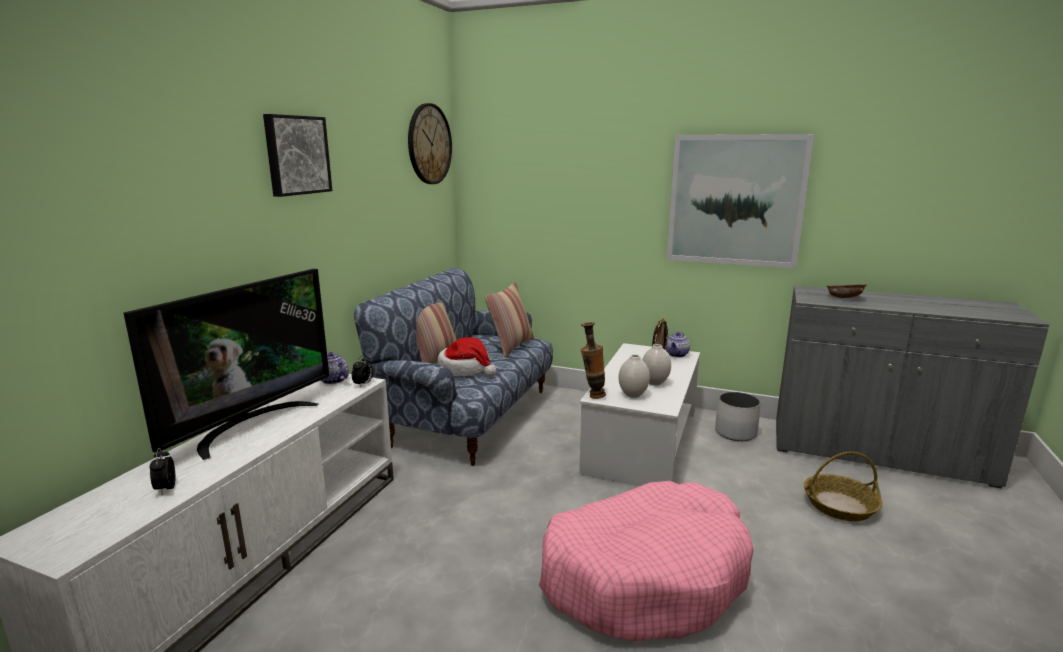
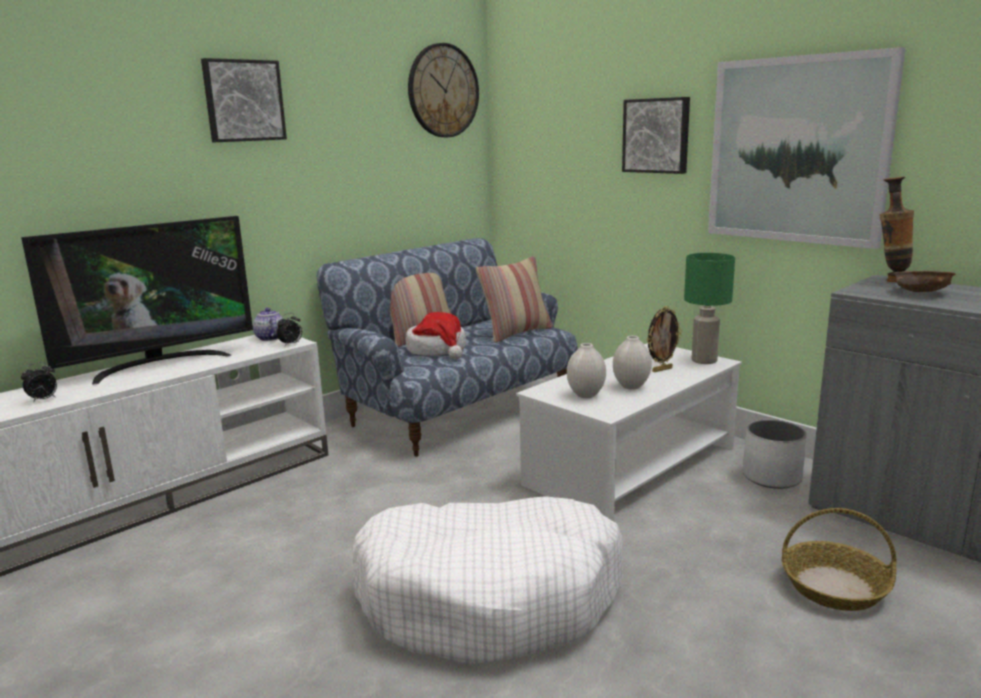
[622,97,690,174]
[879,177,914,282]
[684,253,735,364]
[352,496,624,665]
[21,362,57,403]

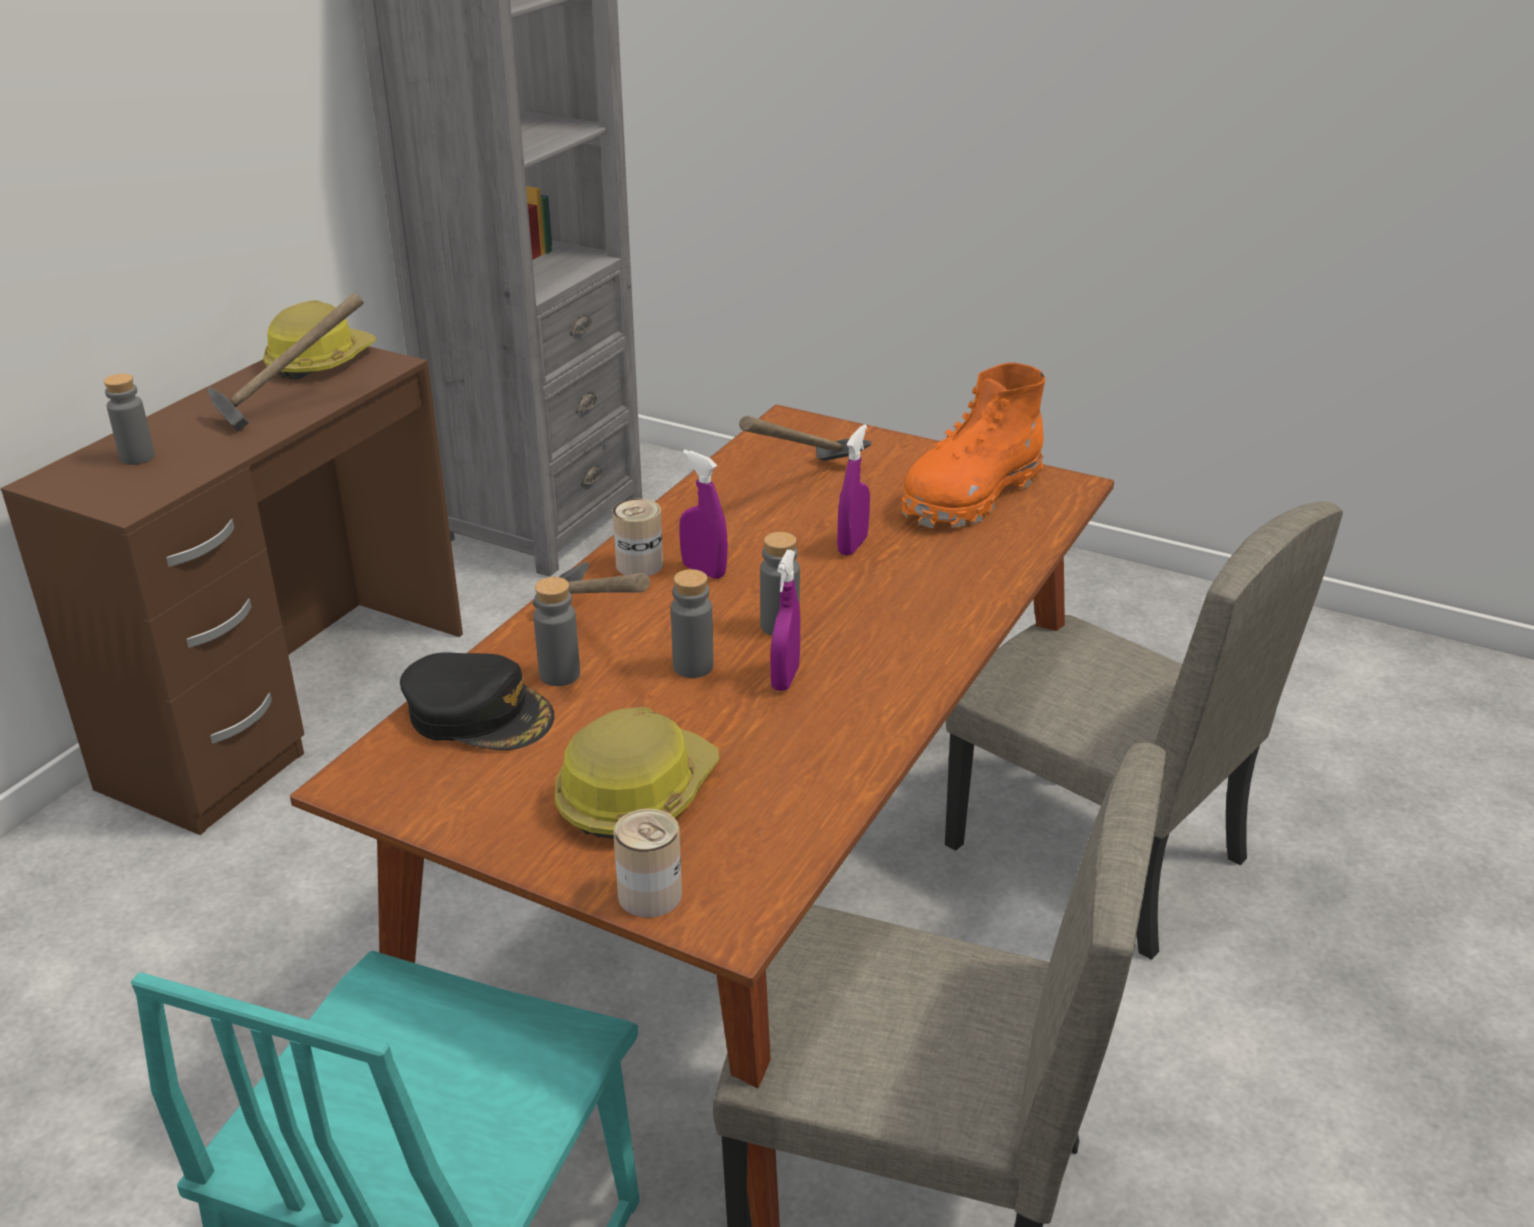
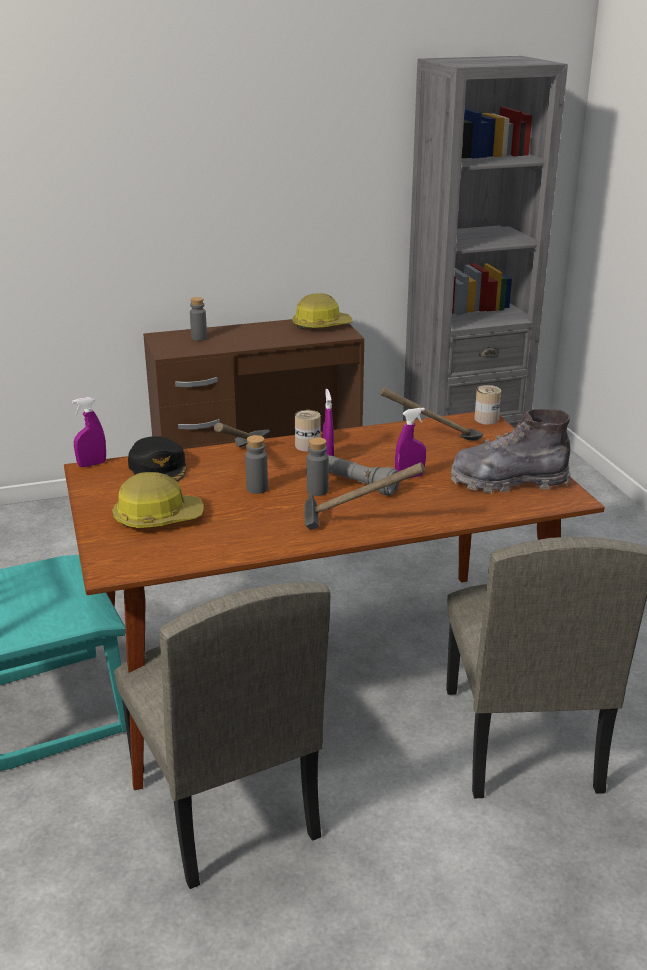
[533,577,580,686] (first image)
[328,455,399,496]
[304,462,425,530]
[474,385,501,425]
[72,397,106,467]
[451,409,571,493]

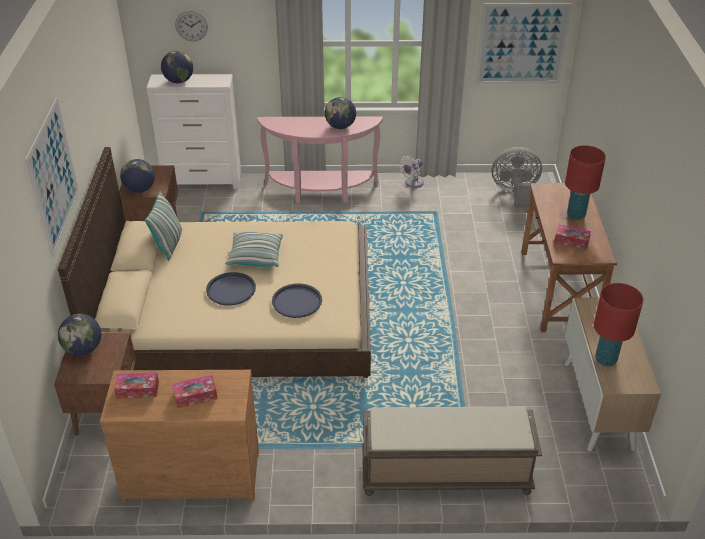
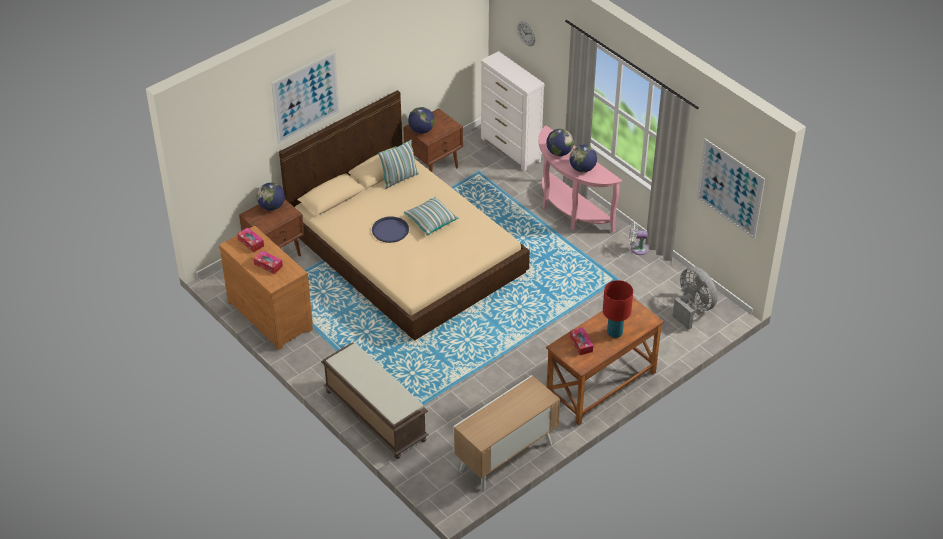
[272,284,322,318] (first image)
[594,283,644,366] (first image)
[546,129,574,156]

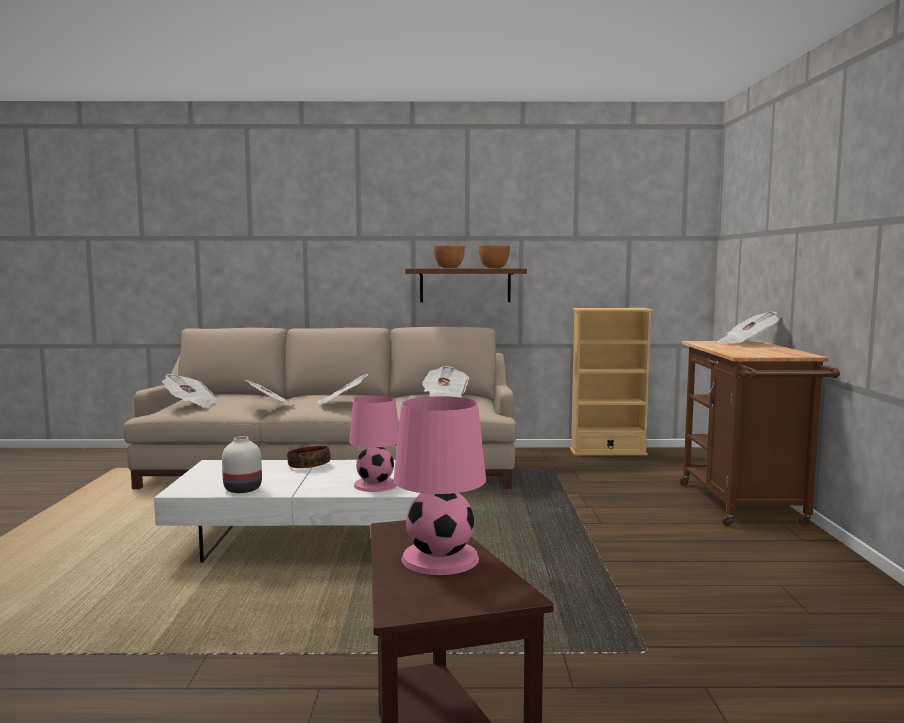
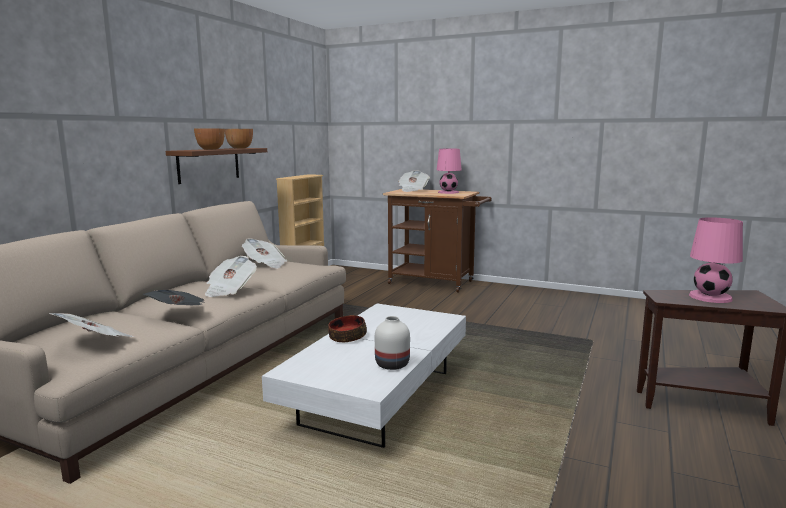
[437,149,462,194]

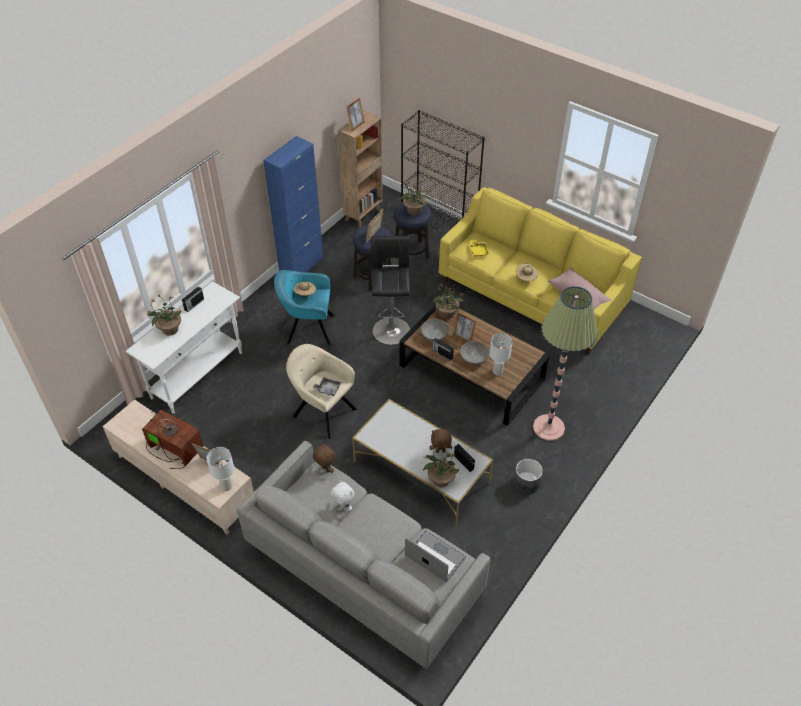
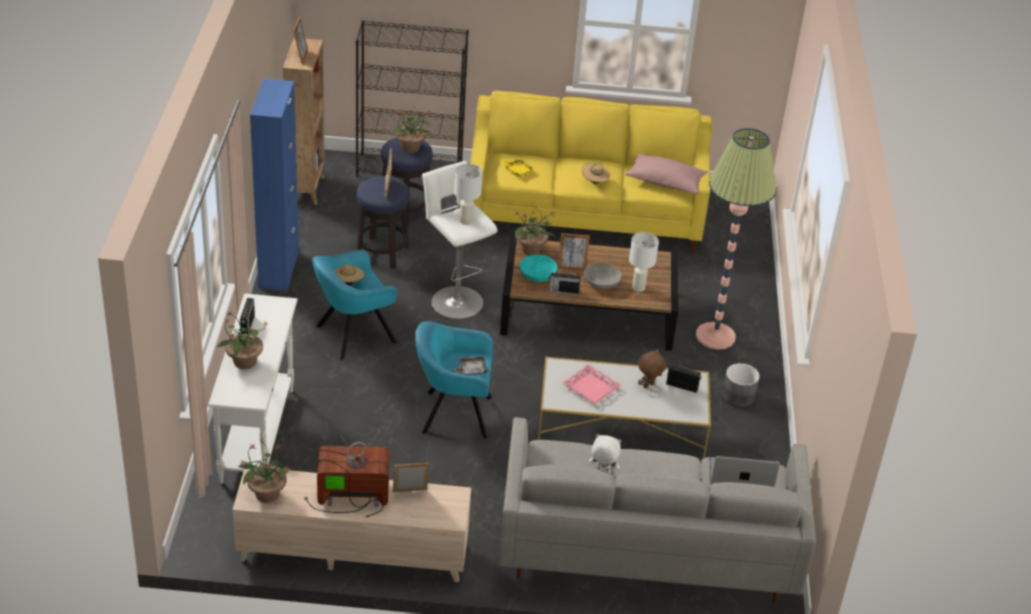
[313,443,336,473] (first image)
[562,364,621,404]
[454,164,483,225]
[238,438,291,503]
[415,321,493,439]
[422,161,498,319]
[520,255,557,282]

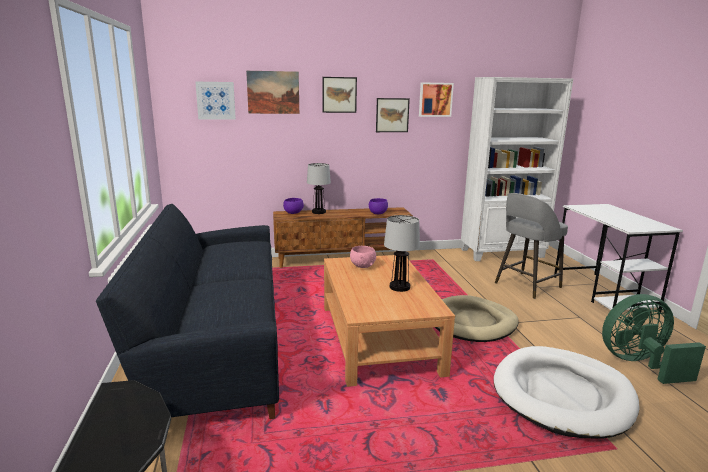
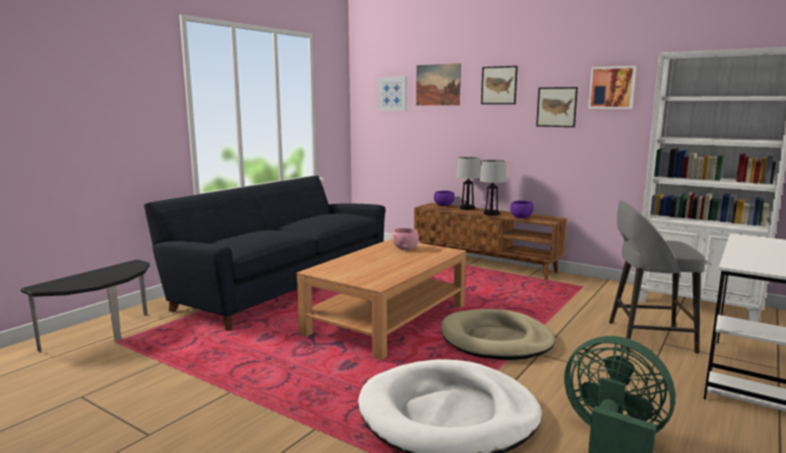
[479,160,506,216]

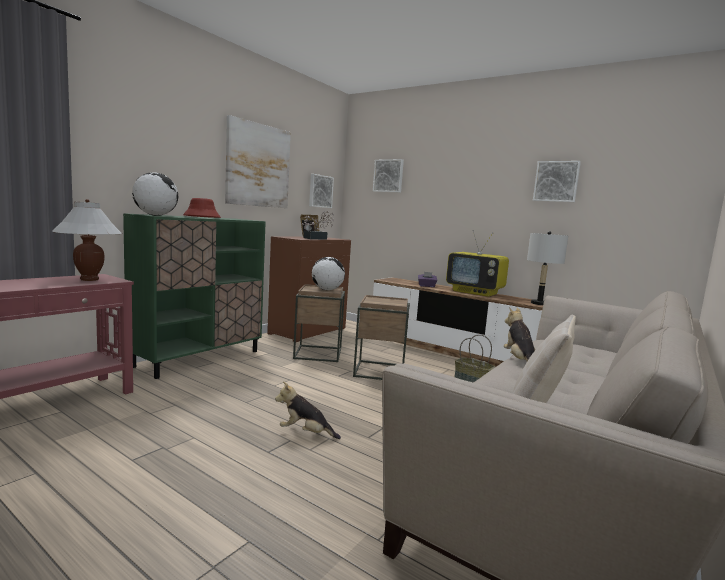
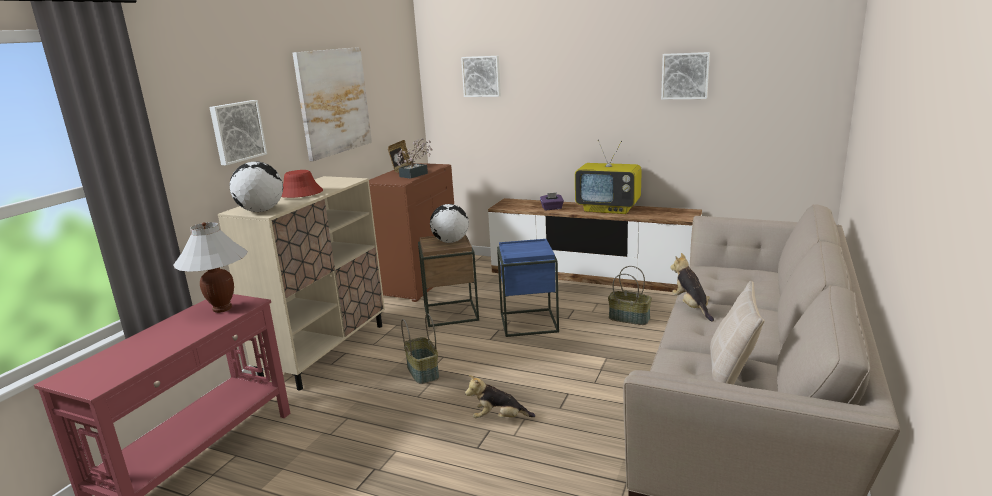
[527,231,568,305] (first image)
[401,313,439,384]
[209,100,267,165]
[218,176,385,390]
[497,239,559,337]

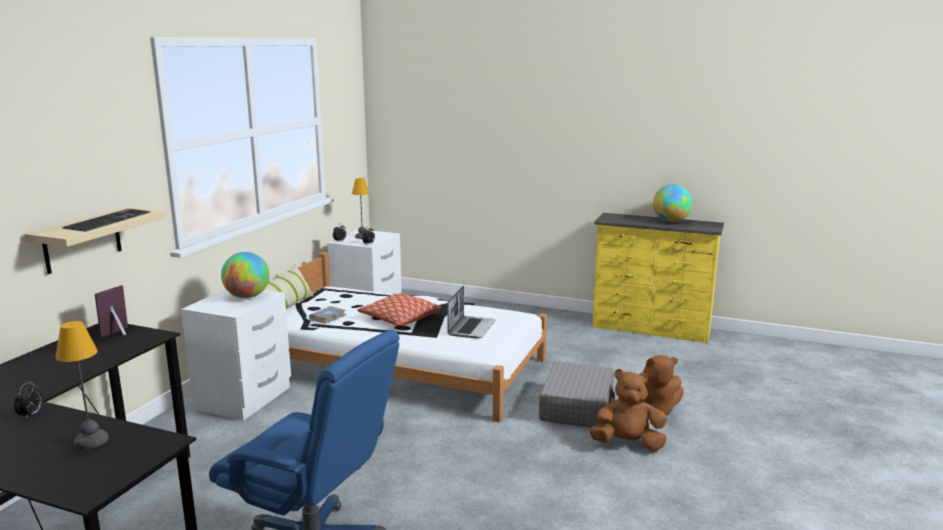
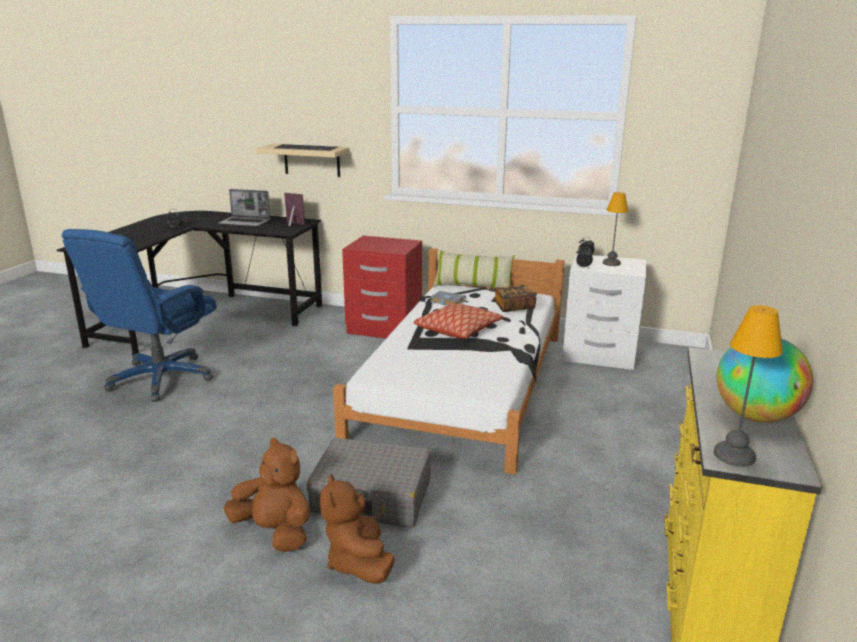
[221,252,270,298] (first image)
[493,285,536,312]
[714,305,783,467]
[218,189,270,227]
[342,236,422,339]
[224,438,310,552]

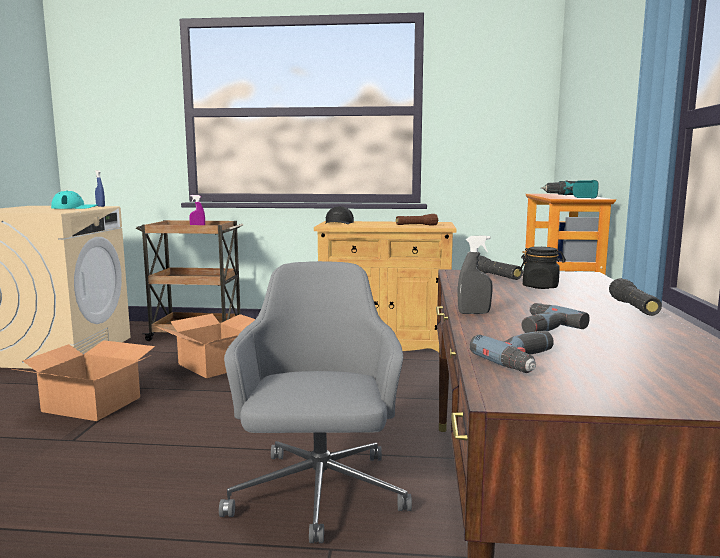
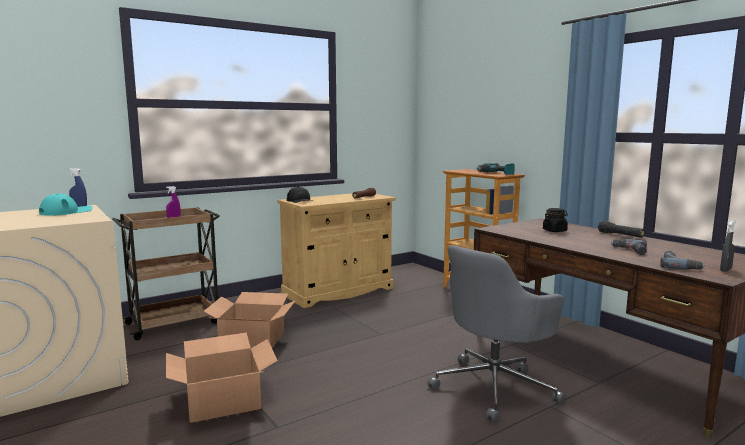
[478,255,523,280] (first image)
[720,221,736,272]
[428,245,565,423]

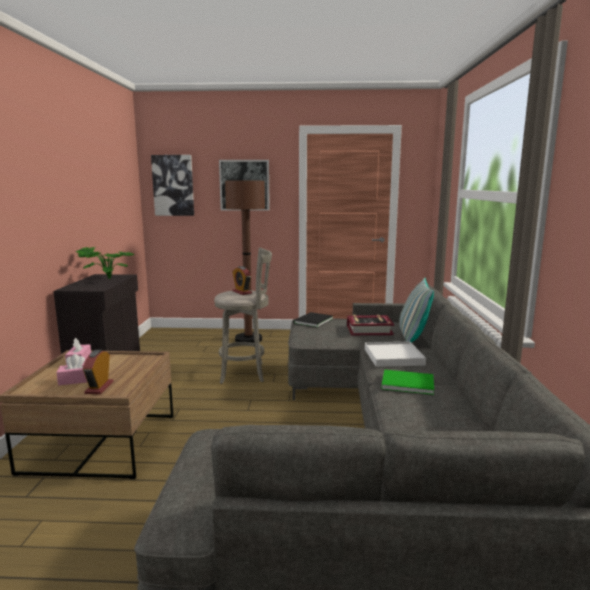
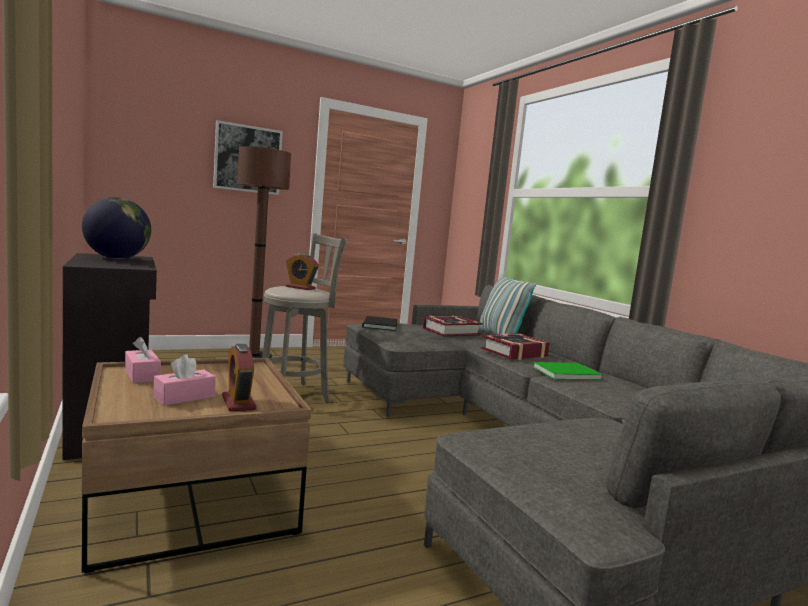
[151,155,194,216] (first image)
[82,197,151,259]
[481,333,550,360]

